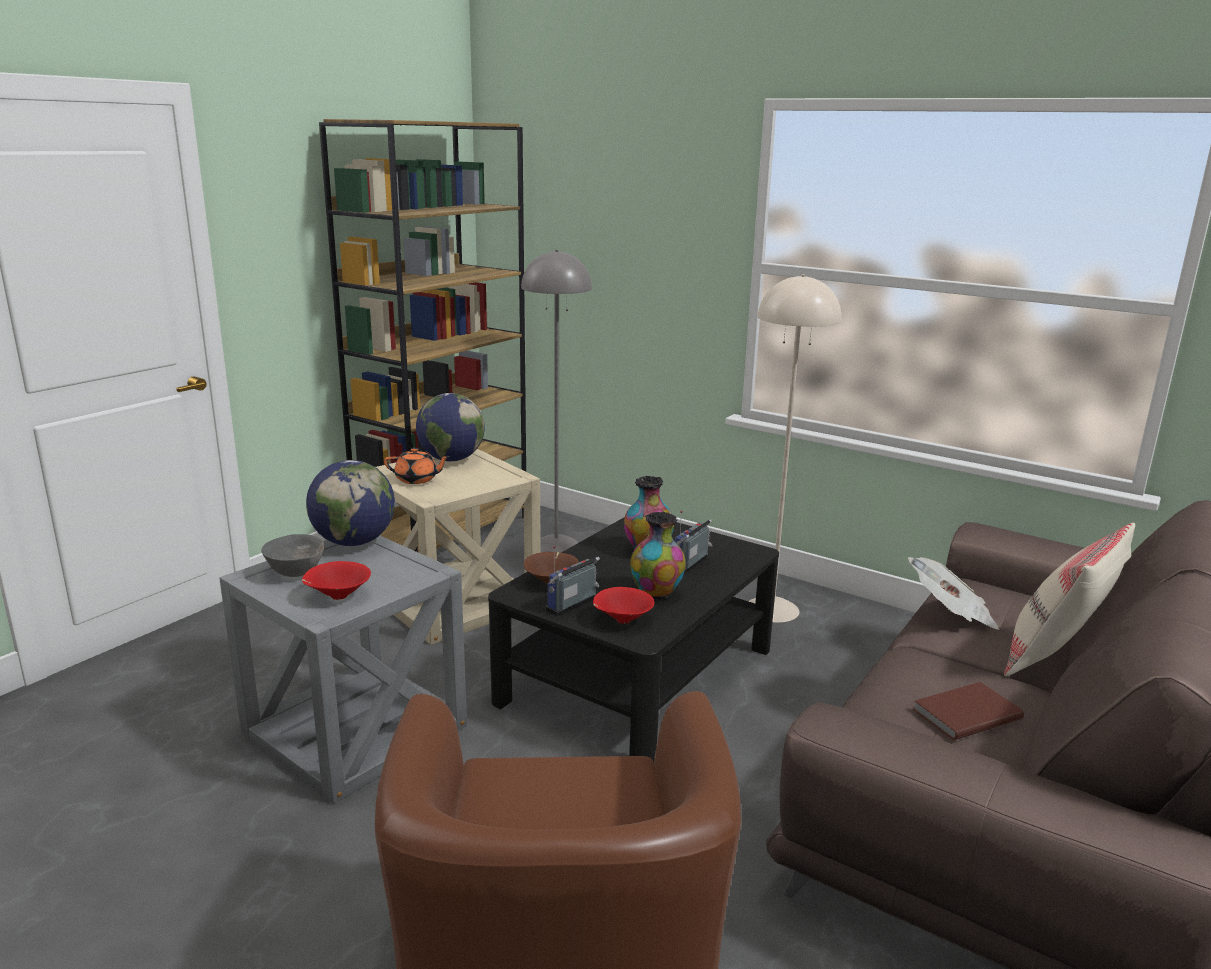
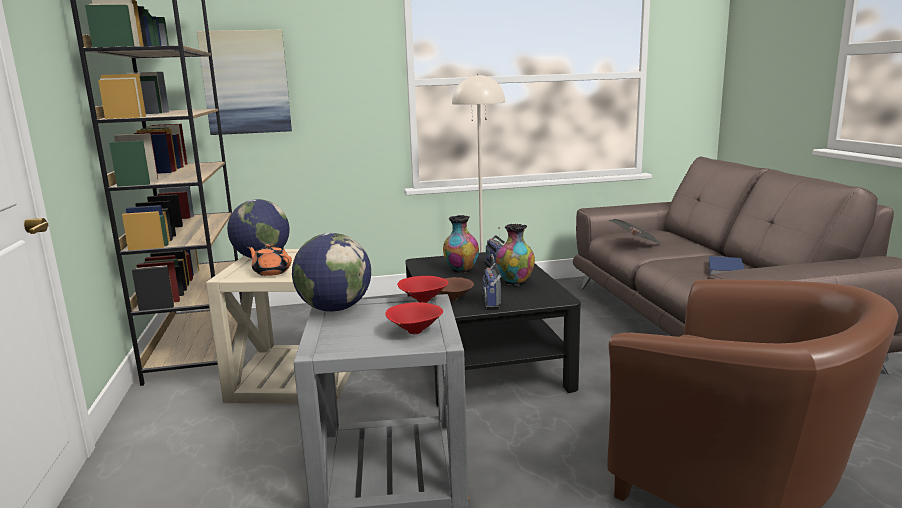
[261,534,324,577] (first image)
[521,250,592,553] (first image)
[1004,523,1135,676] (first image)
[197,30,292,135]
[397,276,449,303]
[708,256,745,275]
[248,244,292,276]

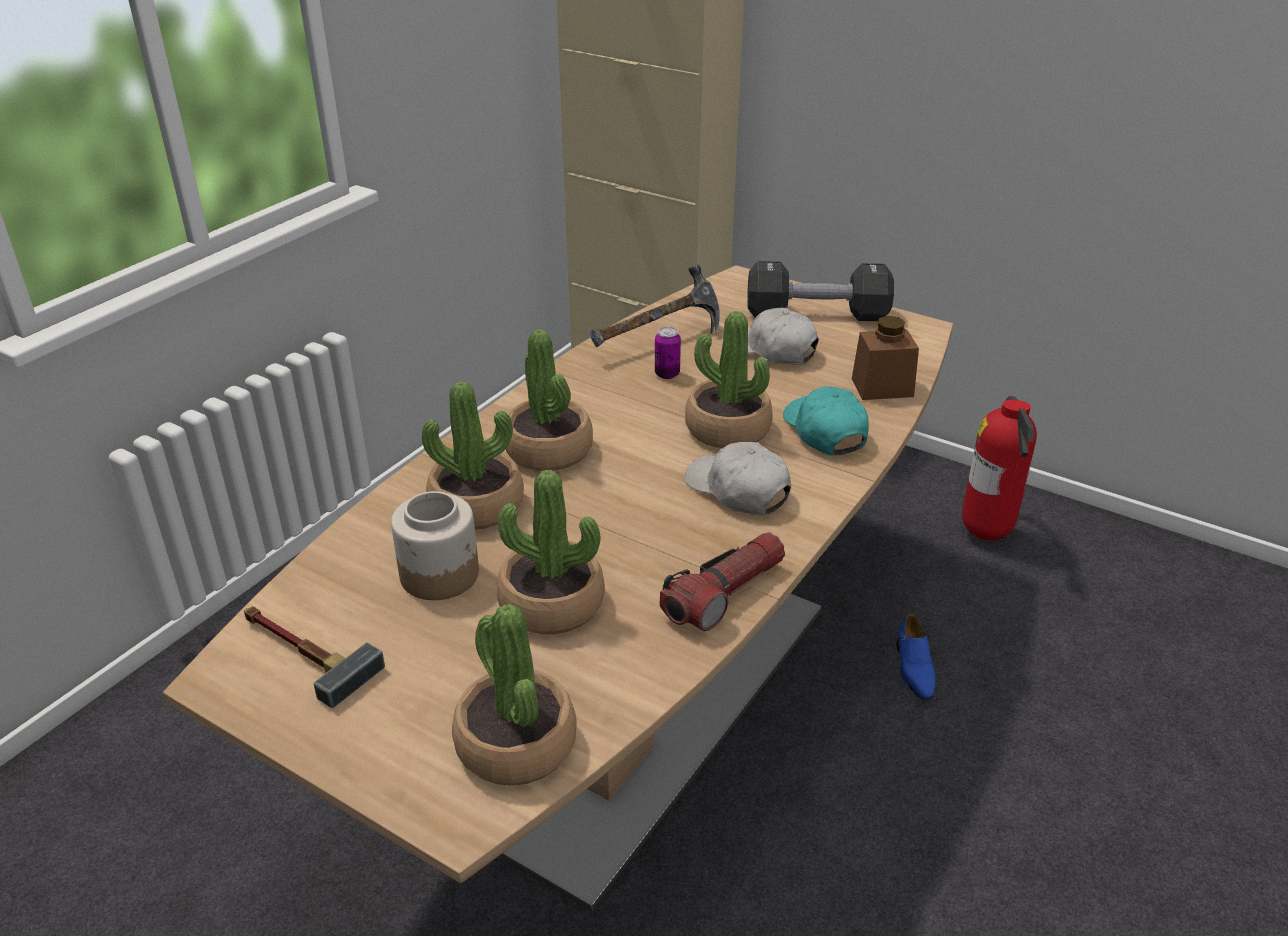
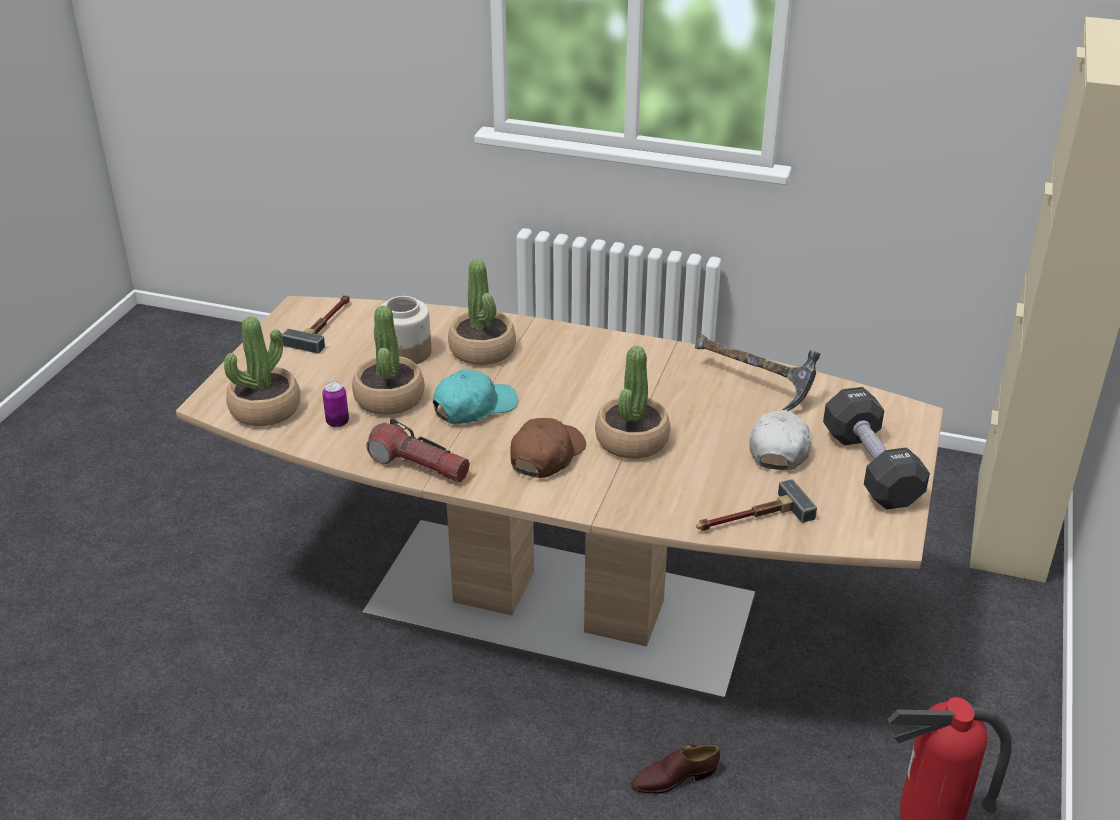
[506,329,593,471] (first image)
[322,381,349,428]
[433,369,518,424]
[696,479,817,531]
[510,418,586,478]
[631,744,720,794]

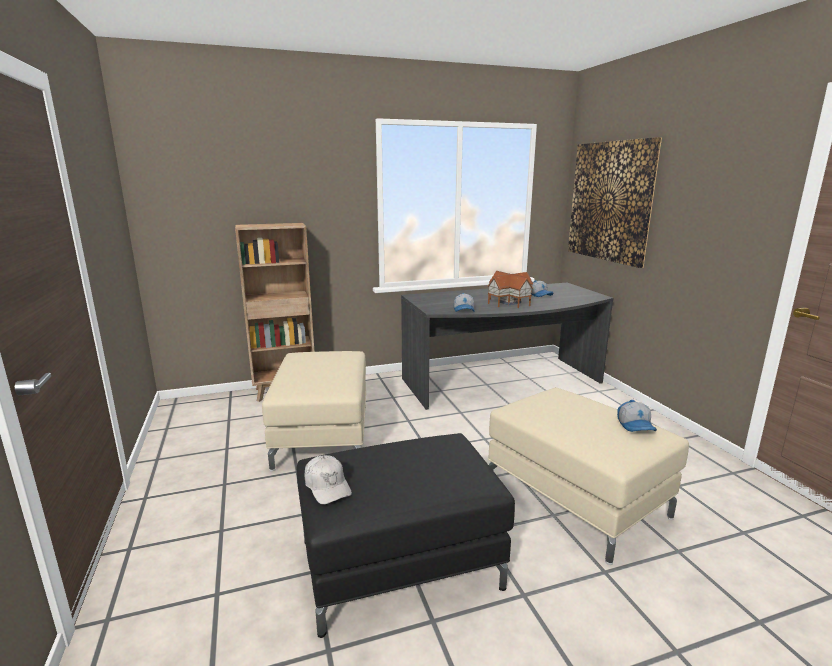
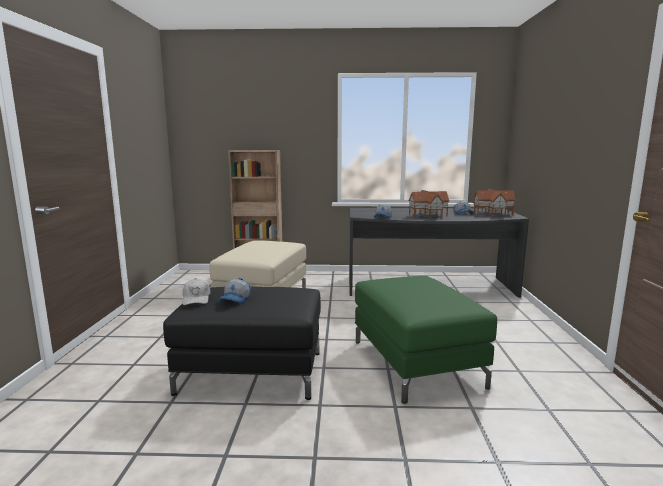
[568,137,662,268] (first image)
[474,189,515,217]
[219,278,251,303]
[355,276,497,404]

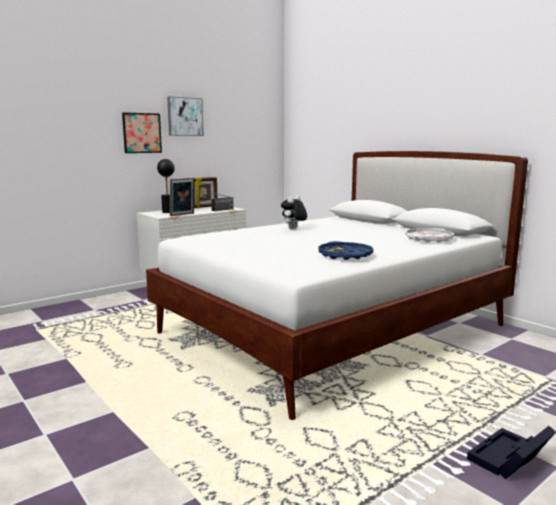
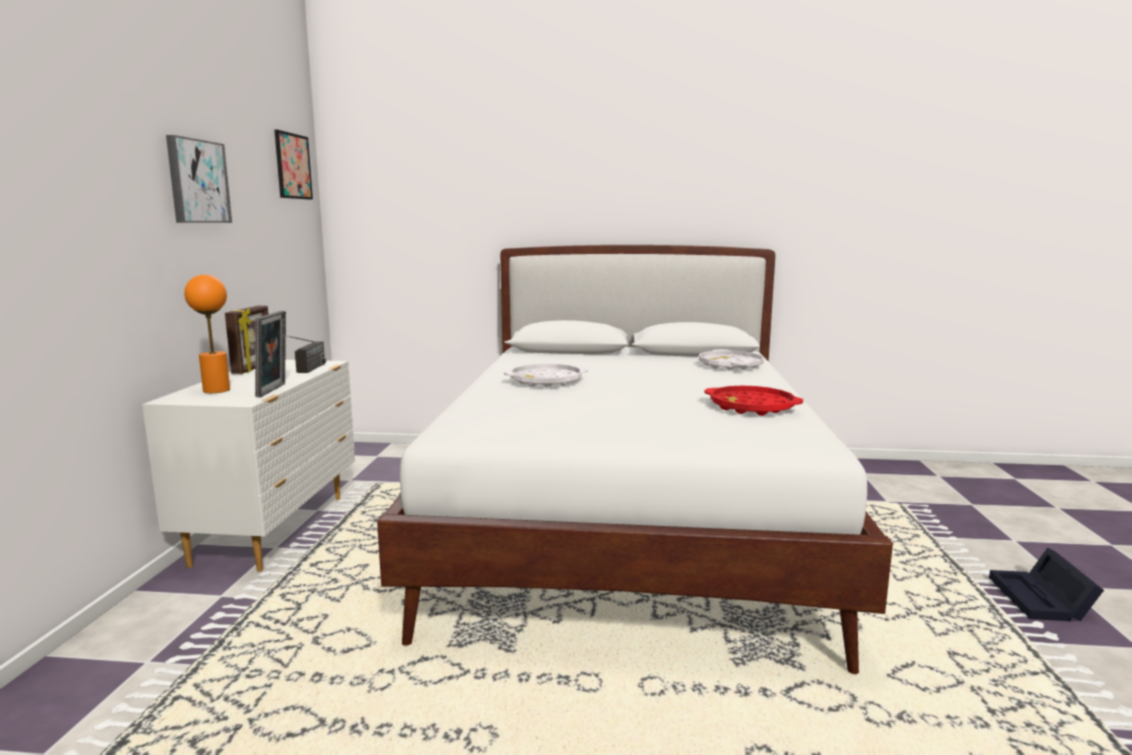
[274,130,313,200]
[504,364,588,387]
[184,275,230,393]
[704,386,803,416]

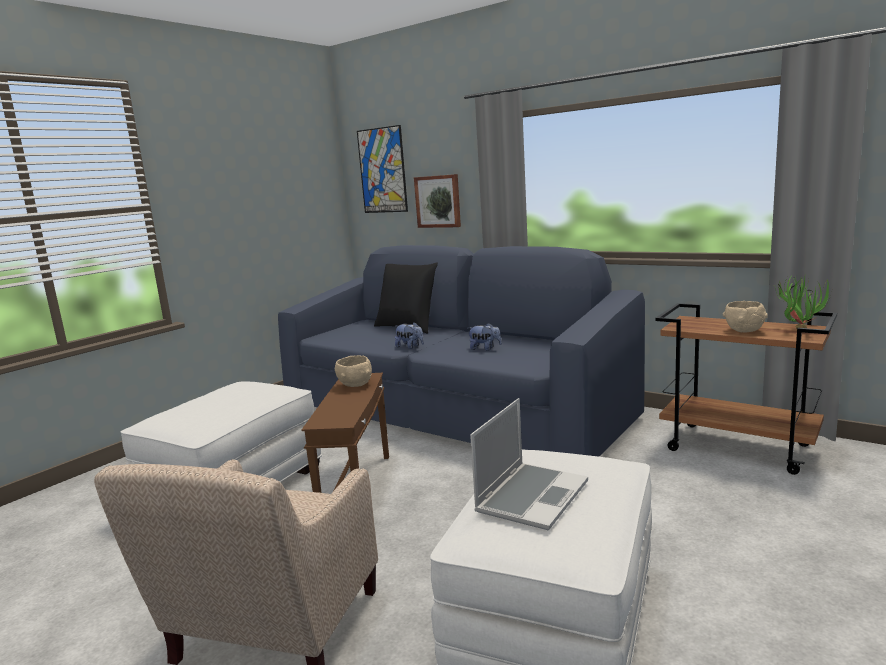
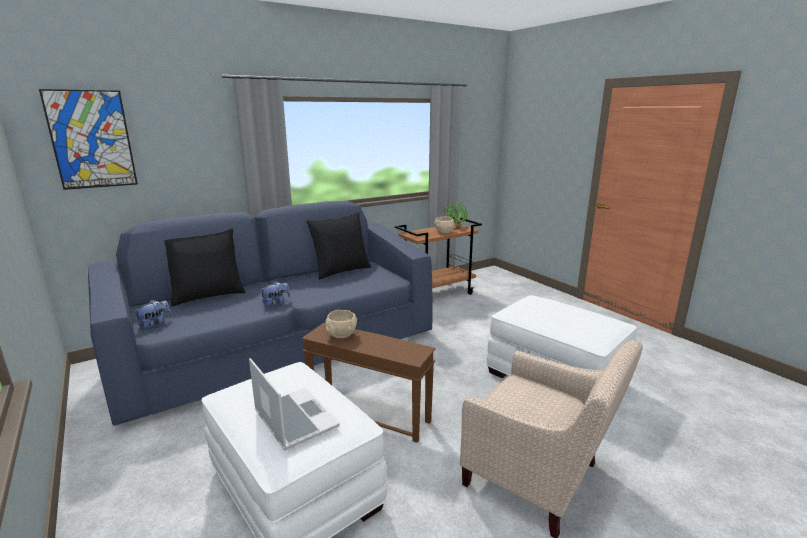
[414,174,461,228] (first image)
[307,212,371,279]
[135,300,171,329]
[249,358,340,451]

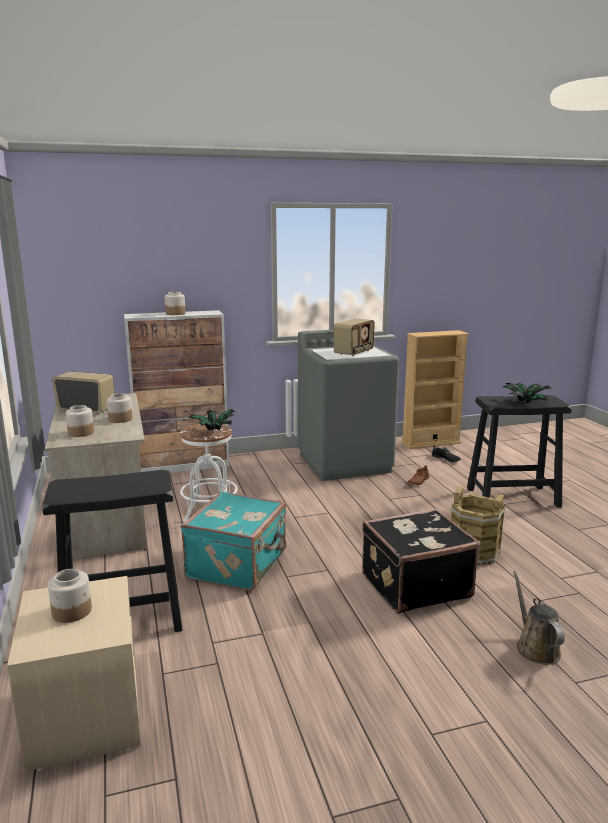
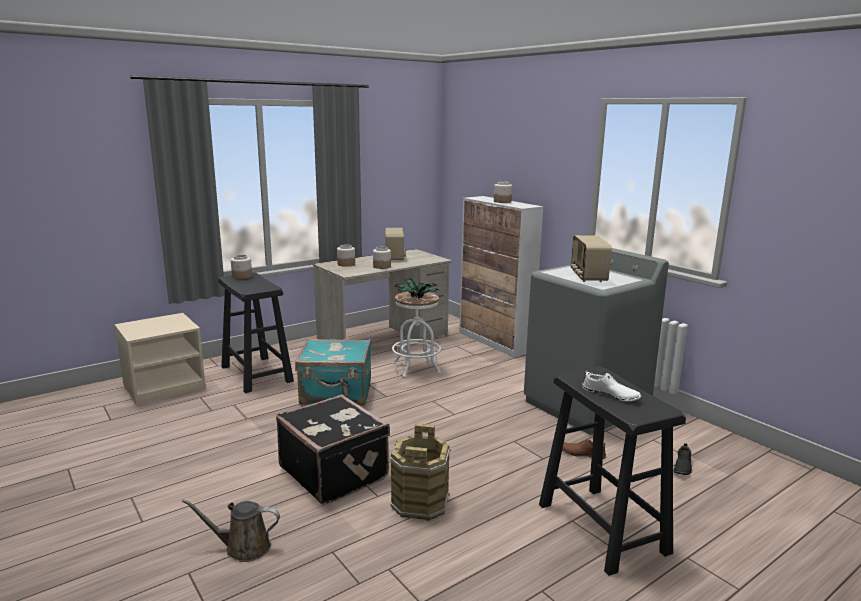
[402,330,469,449] (first image)
[231,255,252,279]
[582,369,642,401]
[570,235,612,282]
[182,499,280,562]

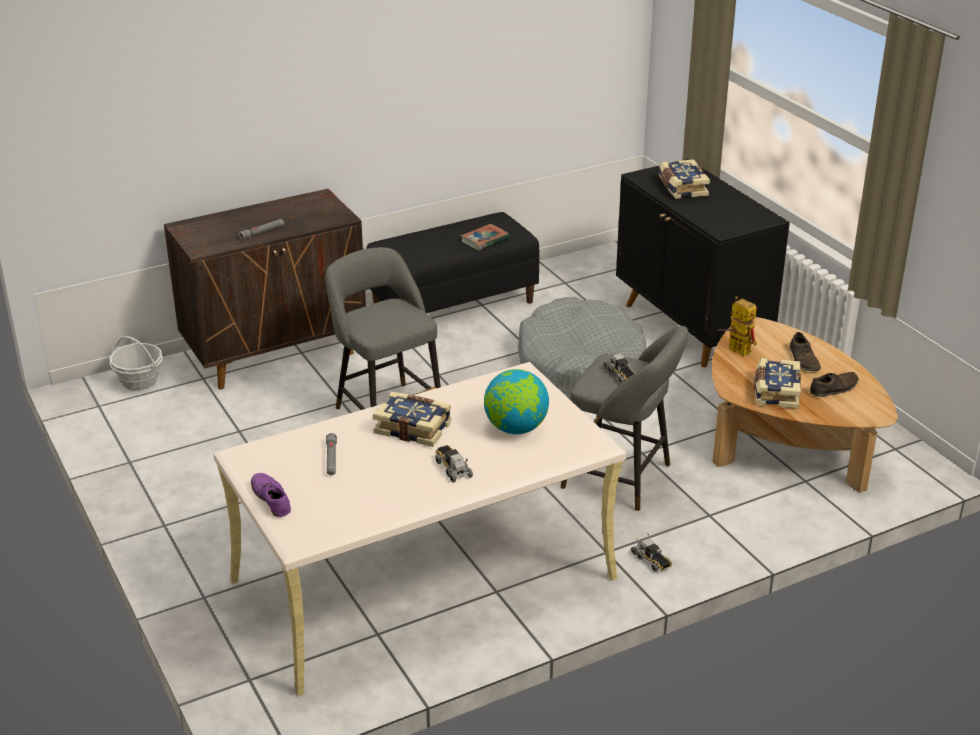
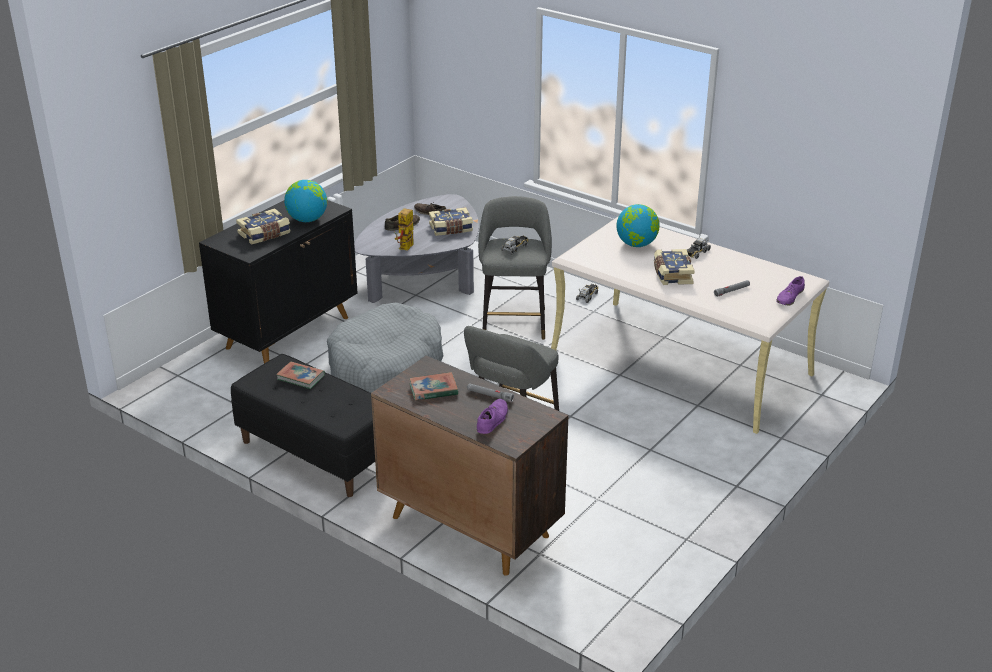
[110,336,163,390] (first image)
[284,180,327,222]
[409,372,458,401]
[477,399,508,434]
[354,194,479,303]

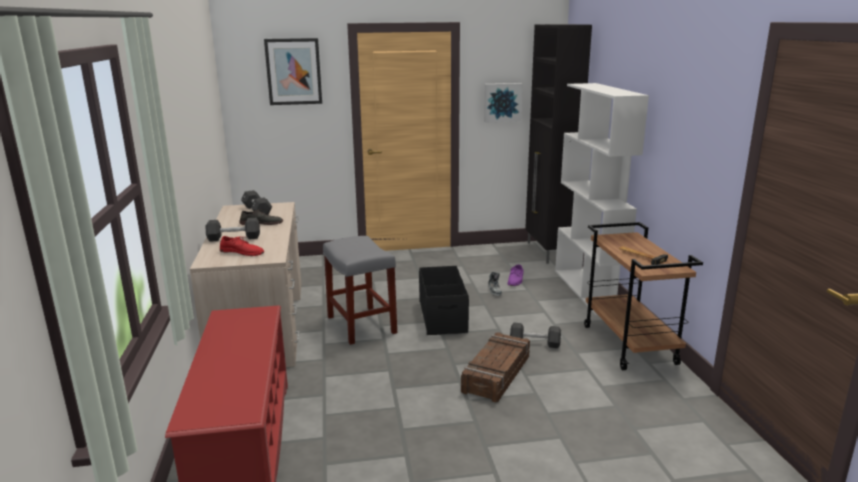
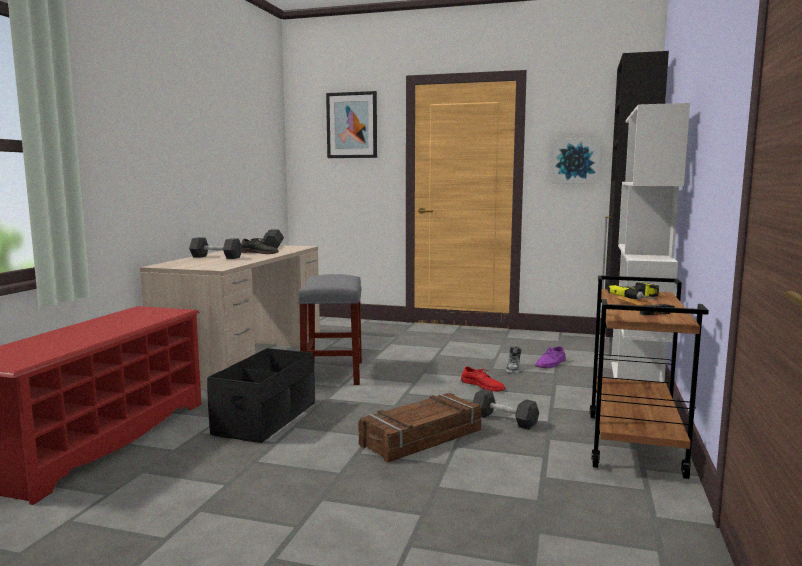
[608,282,659,300]
[461,366,505,392]
[207,348,315,443]

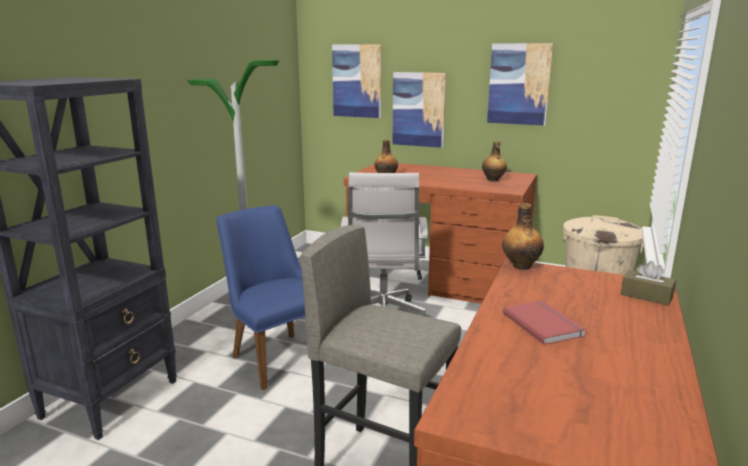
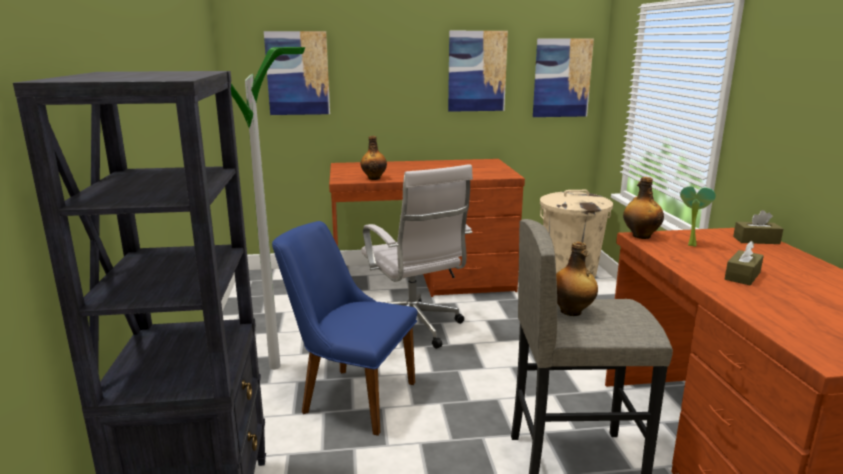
[680,186,716,247]
[533,38,594,117]
[556,242,598,316]
[725,241,764,285]

